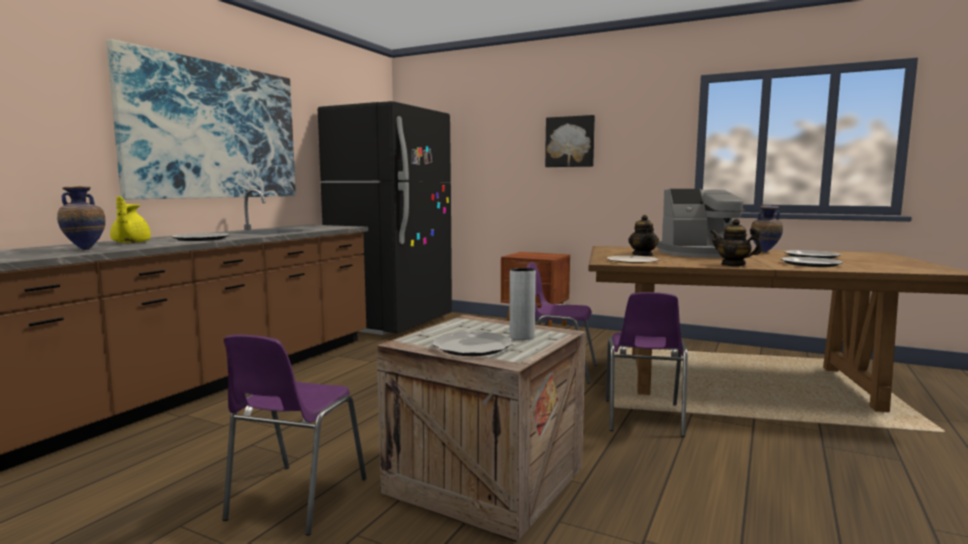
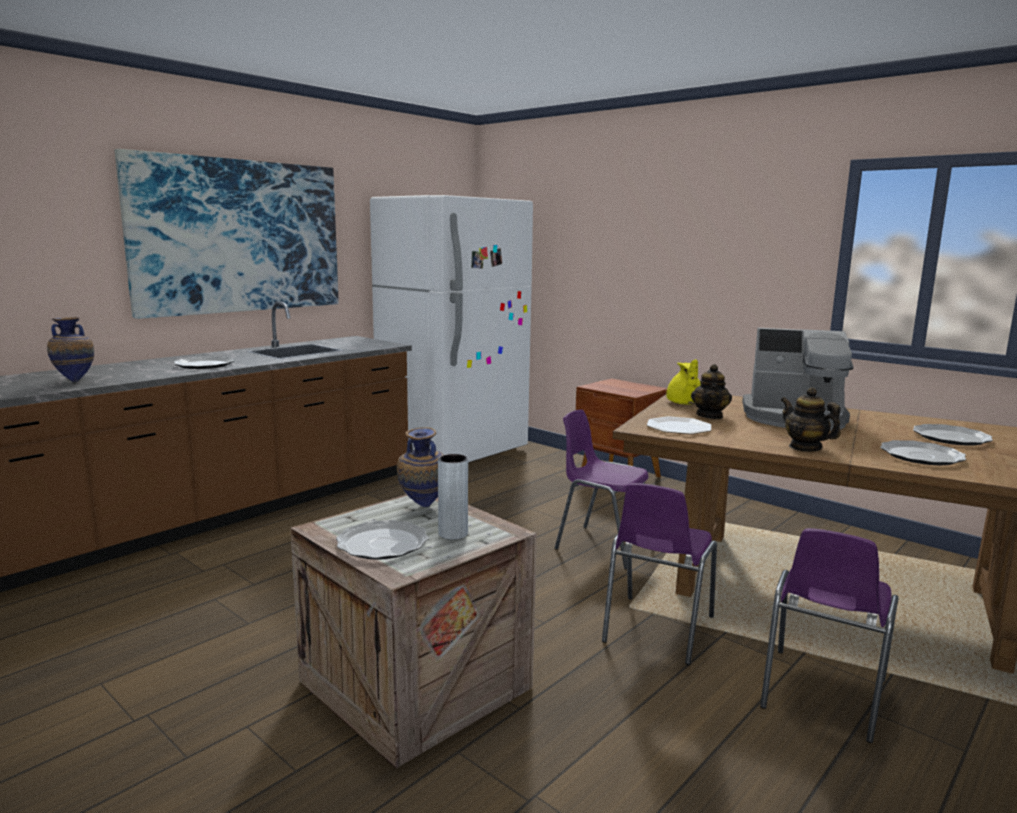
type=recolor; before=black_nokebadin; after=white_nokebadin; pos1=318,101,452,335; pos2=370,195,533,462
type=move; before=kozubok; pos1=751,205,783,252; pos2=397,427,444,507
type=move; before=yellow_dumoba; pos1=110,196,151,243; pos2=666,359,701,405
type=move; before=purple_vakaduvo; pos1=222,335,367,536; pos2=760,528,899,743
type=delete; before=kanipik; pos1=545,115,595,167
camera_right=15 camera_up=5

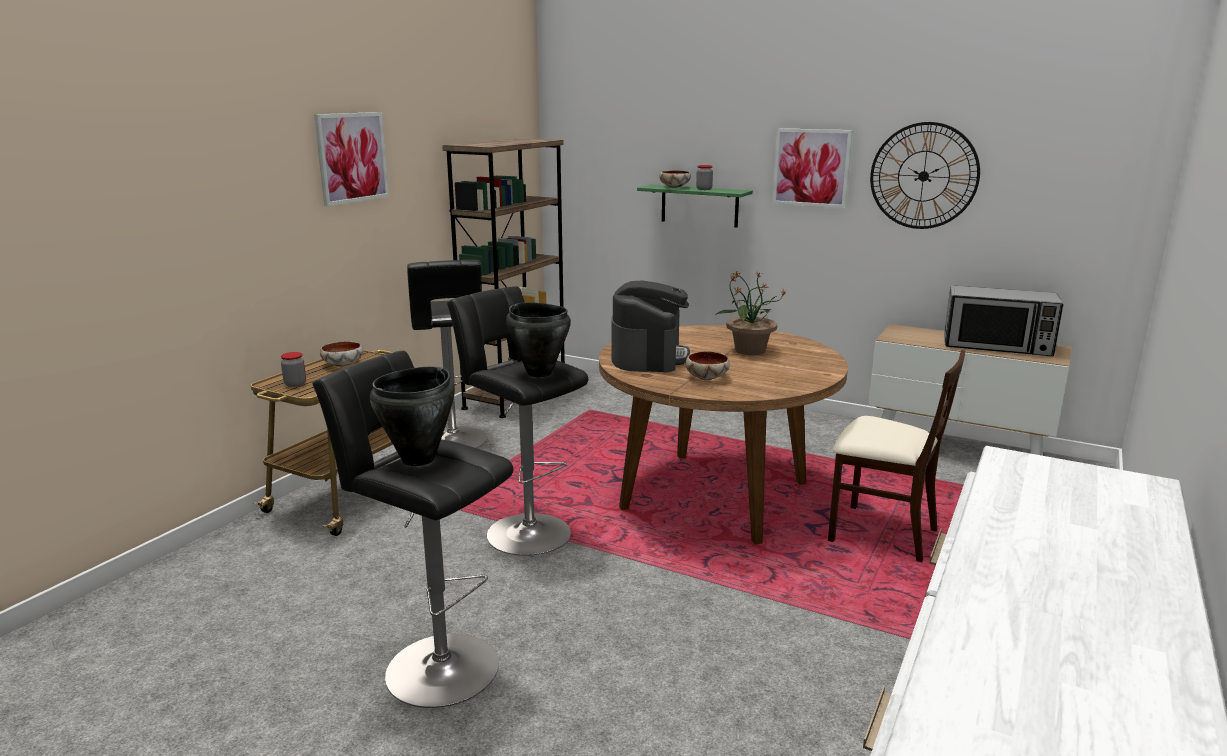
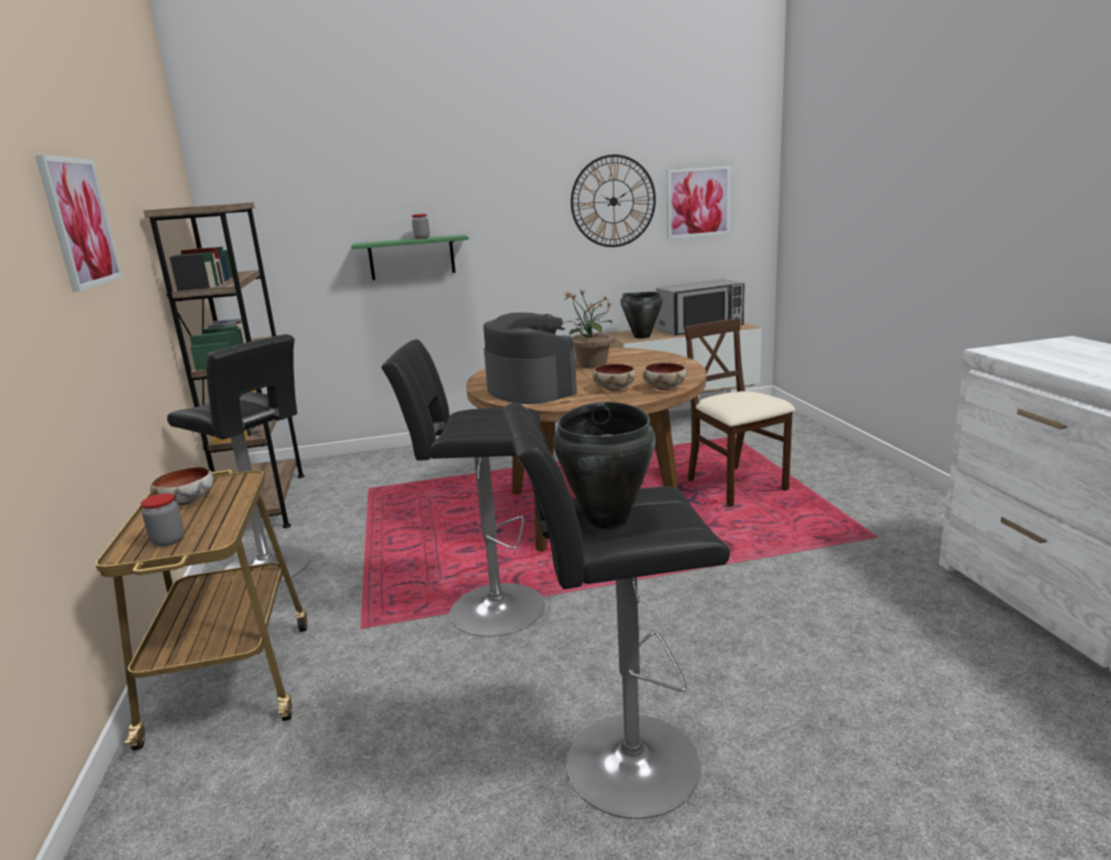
type=move; before=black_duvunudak; pos1=506,302,571,377; pos2=621,292,663,339
type=move; before=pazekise; pos1=659,170,691,188; pos2=642,363,687,390
type=move; before=kanipik; pos1=772,128,853,208; pos2=667,166,730,239
type=rotate; before=beige_vakaduvo; pos1=828,350,965,562; pos2=684,318,795,507; turn=-105
camera_right=-40 camera_up=0

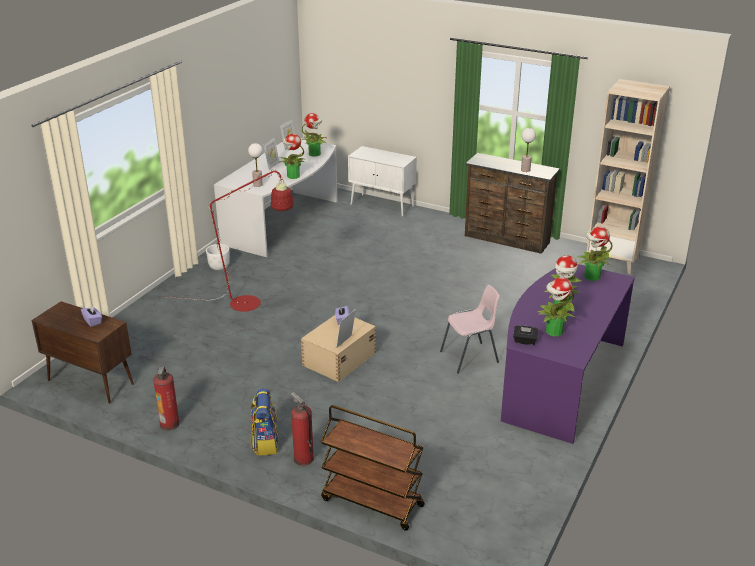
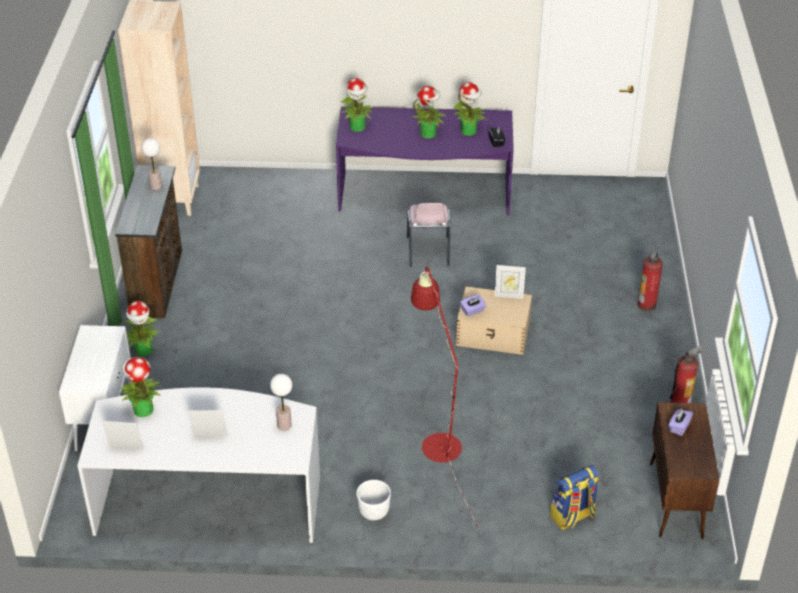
type=move; before=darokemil; pos1=278,134,306,179; pos2=125,301,159,356
type=rotate; before=pink_vakaduvo; pos1=440,285,500,374; pos2=407,203,450,267; turn=-135
type=move; before=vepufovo; pos1=251,388,278,455; pos2=550,465,599,530
type=delete; before=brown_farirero; pos1=321,405,425,531
camera_right=-115 camera_up=10

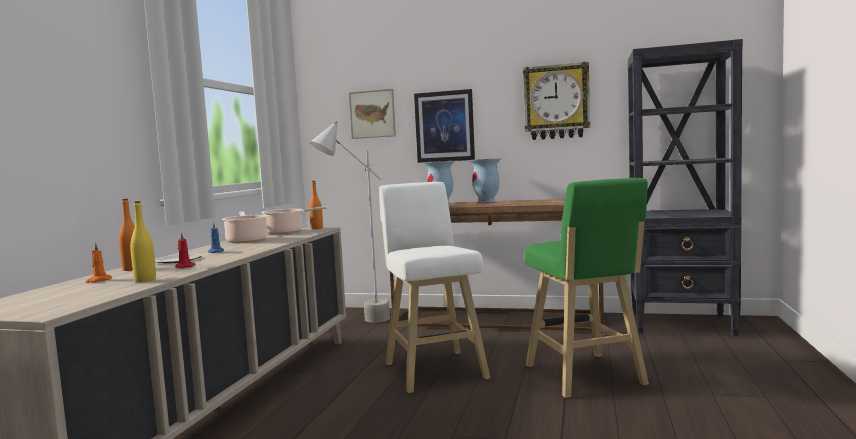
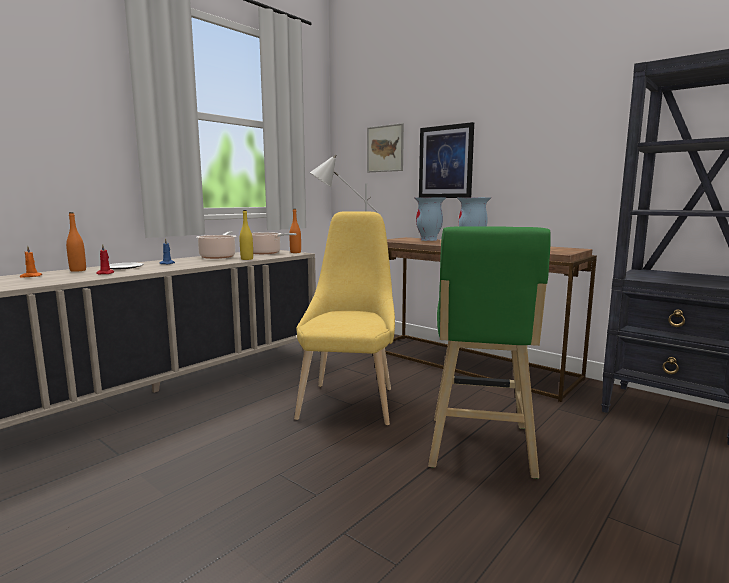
type=move; before=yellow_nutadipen; pos1=130,201,156,282; pos2=240,210,253,260
type=replace; before=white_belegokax; after=yellow_vakaduvo; pos1=379,182,490,393; pos2=294,211,395,425
type=delete; before=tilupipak; pos1=523,62,590,140
camera_right=25 camera_up=5

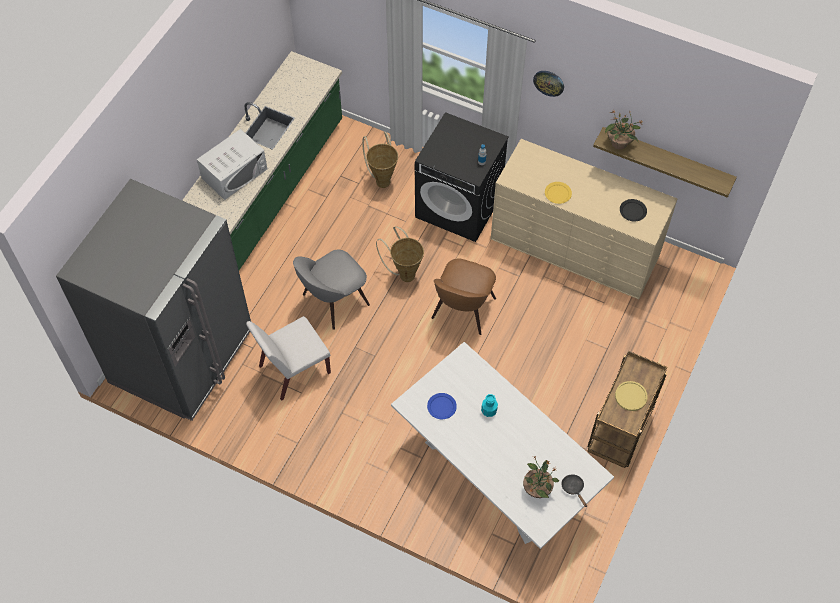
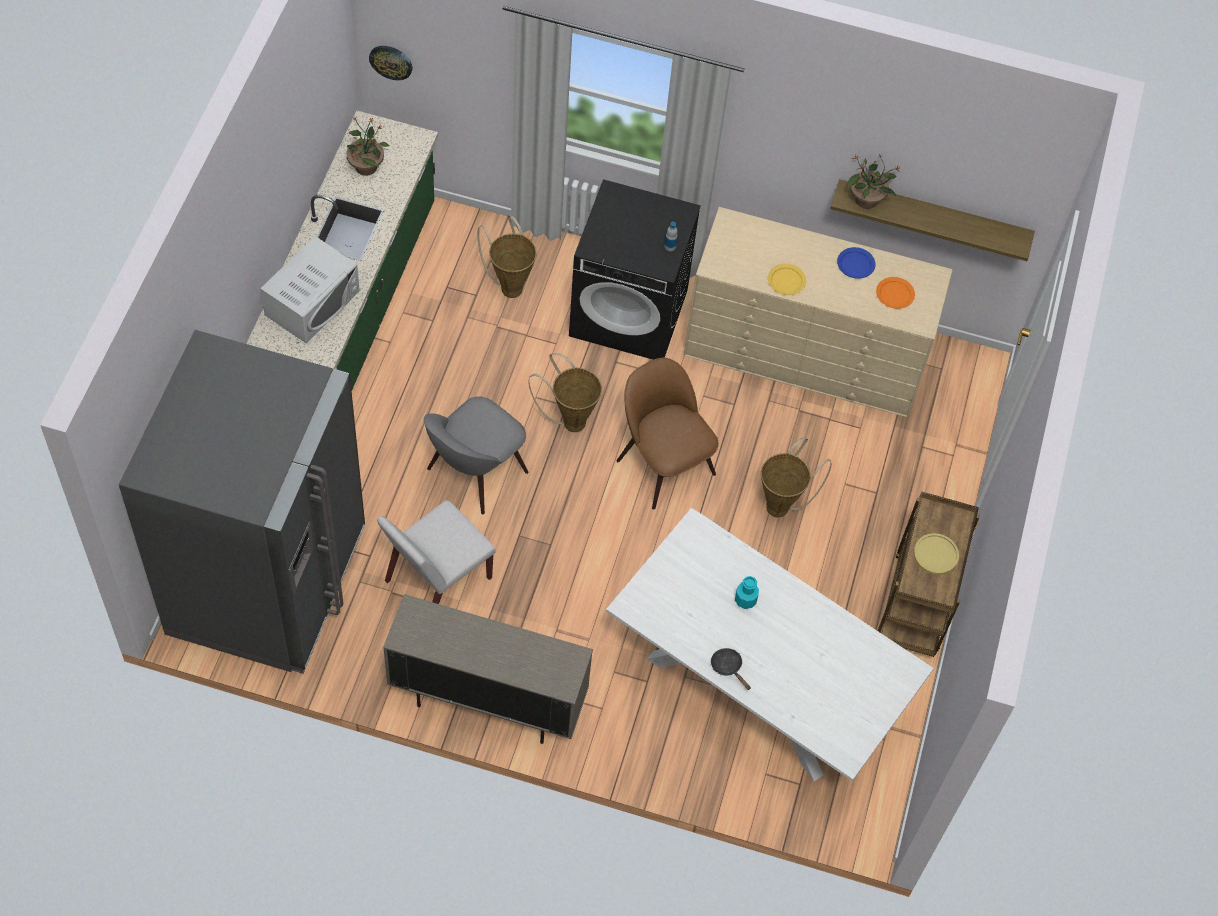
type=move; before=darokemil; pos1=523,456,559,498; pos2=346,117,389,176
type=move; before=tilupipak; pos1=533,71,564,97; pos2=369,46,412,80
type=insert; after=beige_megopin; pos2=383,594,593,744
type=rotate; before=brown_vakaduvo; pos1=431,259,496,335; pos2=616,358,719,510; turn=135
type=move; before=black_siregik; pos1=561,474,587,507; pos2=711,648,751,690
type=insert; after=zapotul; pos2=761,438,832,517
type=move; before=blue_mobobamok; pos1=427,393,457,419; pos2=837,247,876,279
type=recolor; before=black_mobobamok; after=orange_mobobamok; pos1=620,199,647,222; pos2=876,277,915,309
camera_right=-15 camera_up=0

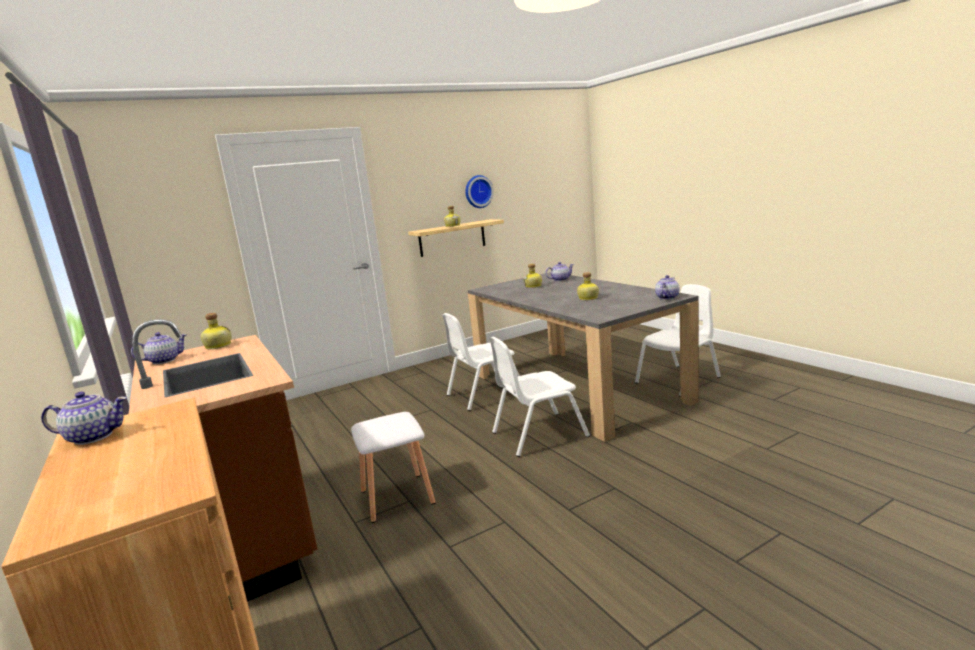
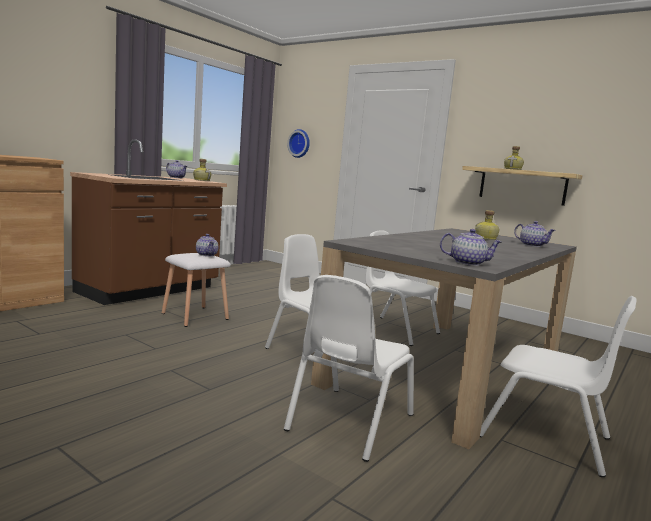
type=move; before=dumoba; pos1=41,392,127,445; pos2=196,234,218,257
type=insert; after=white_vakaduvo; pos2=284,275,414,462
type=move; before=tilupipak; pos1=465,175,494,208; pos2=287,129,310,158
type=delete; before=nutadipen; pos1=577,272,599,300
camera_right=65 camera_up=-5

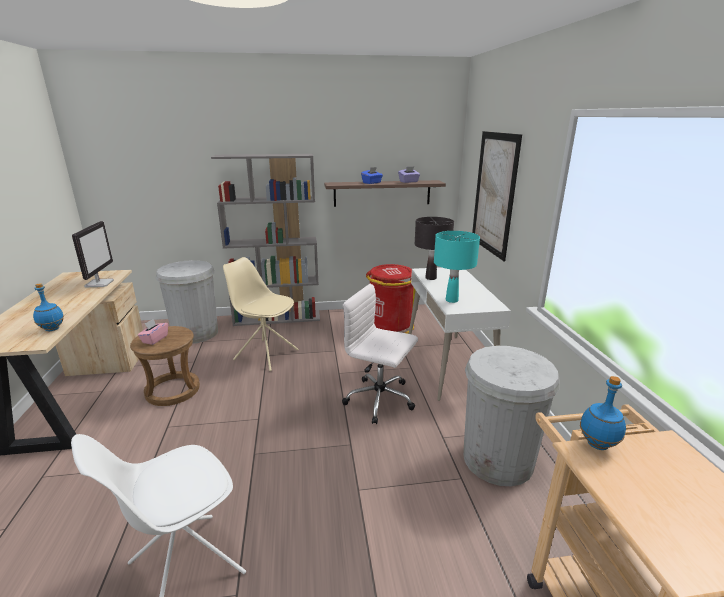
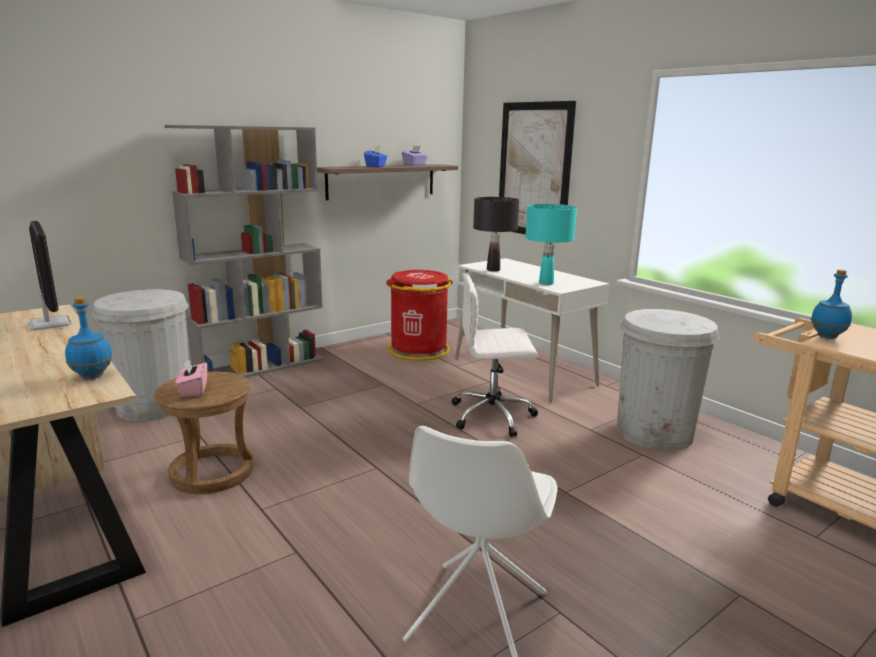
type=delete; before=beige_vakaduvo; pos1=223,257,299,371
camera_right=-30 camera_up=-5

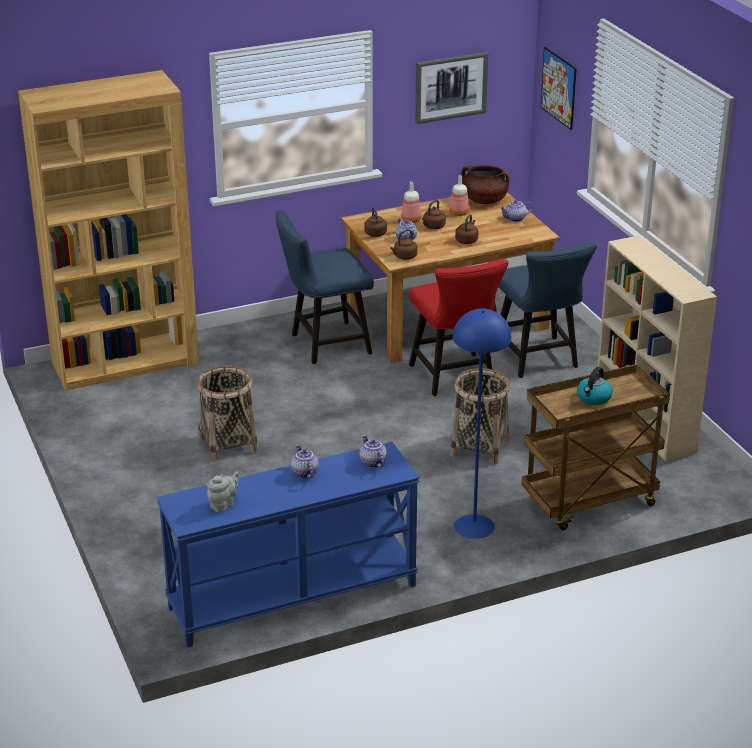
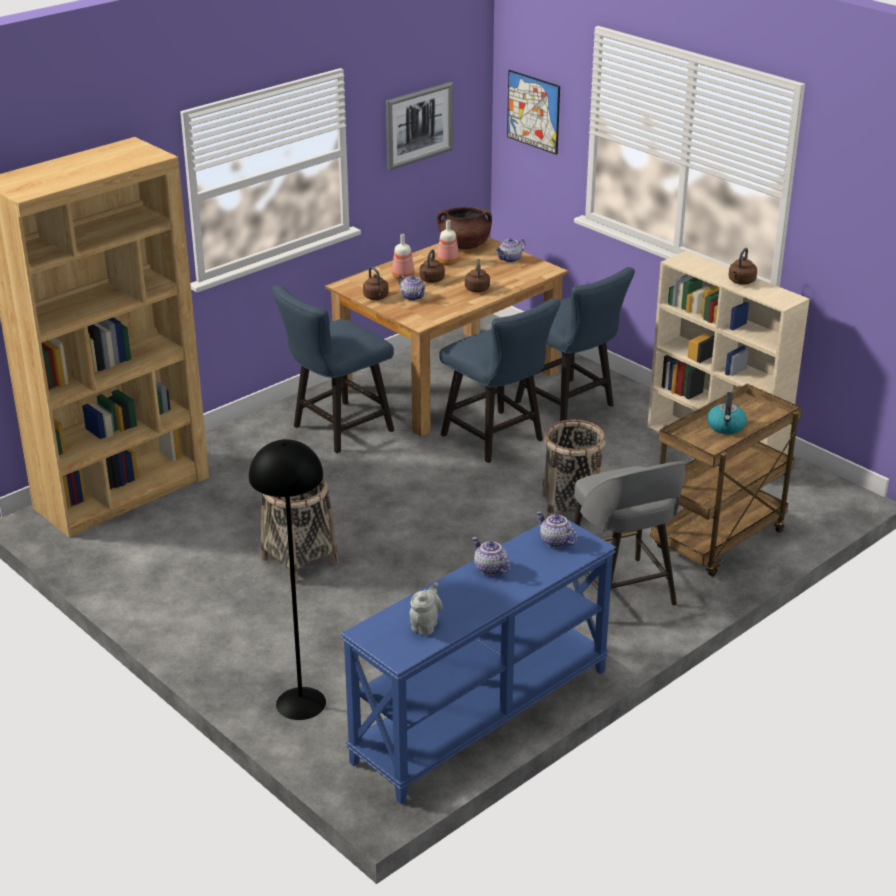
type=insert; after=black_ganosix; pos2=249,439,326,720
type=recolor; before=red_vakaduvo; after=blue_vakaduvo; pos1=409,259,508,396; pos2=439,298,561,463
type=replace; before=blue_ganosix; after=grey_belegokax; pos1=453,309,511,539; pos2=574,461,686,606
type=move; before=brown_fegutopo; pos1=390,229,417,260; pos2=728,248,757,285
camera_right=-20 camera_up=0

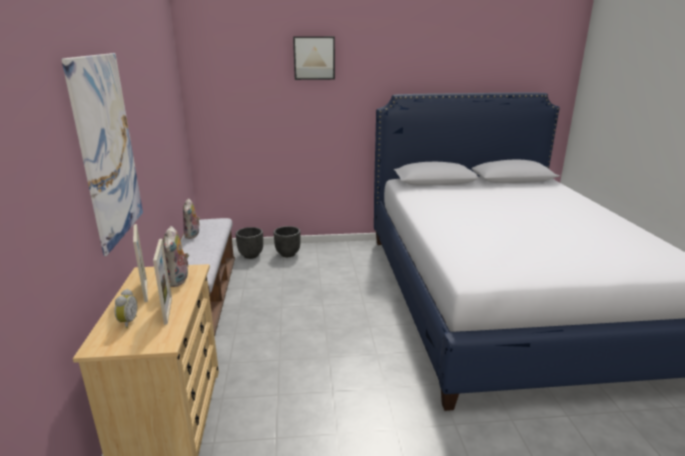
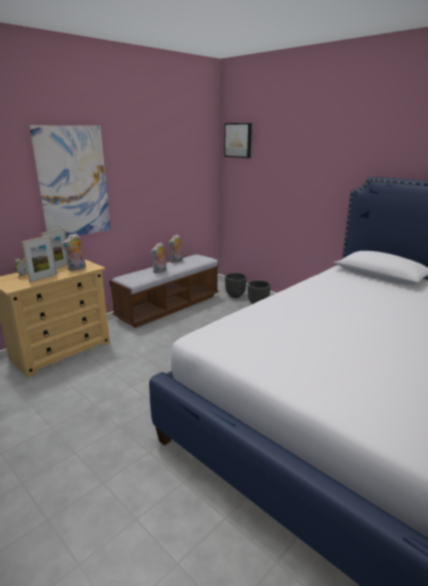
type=insert; after=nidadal; pos2=151,242,167,273
type=move; before=kanipik; pos1=293,36,335,80; pos2=224,123,252,158
camera_right=50 camera_up=0

